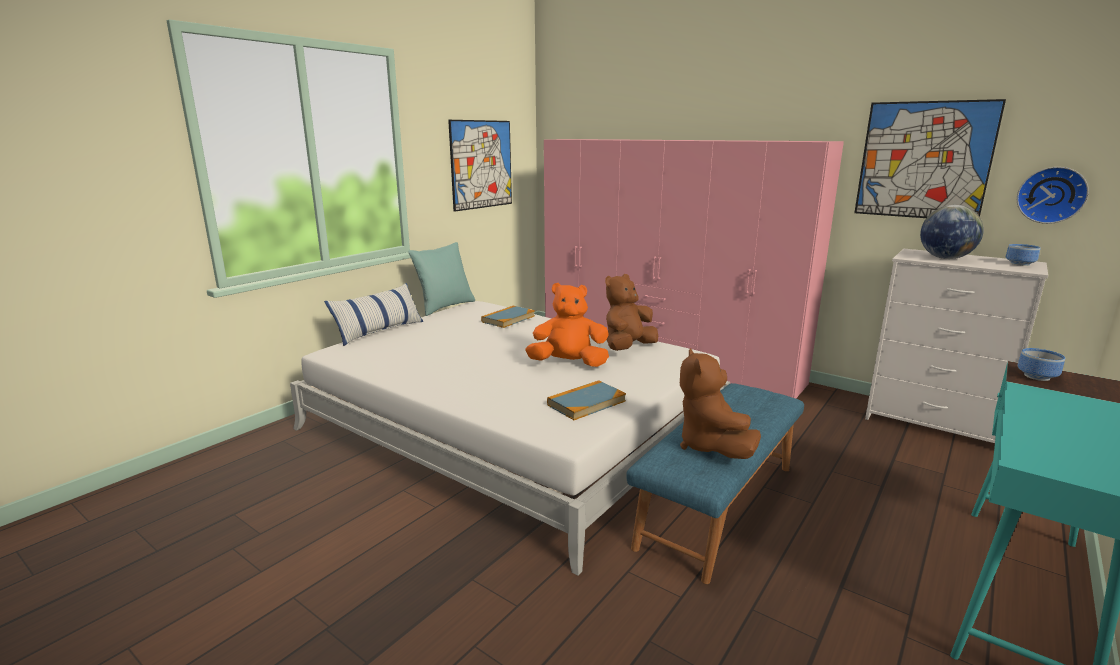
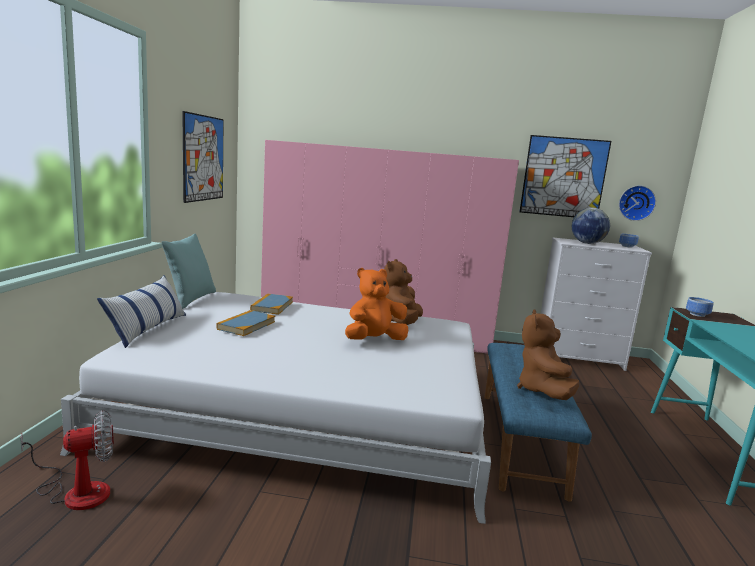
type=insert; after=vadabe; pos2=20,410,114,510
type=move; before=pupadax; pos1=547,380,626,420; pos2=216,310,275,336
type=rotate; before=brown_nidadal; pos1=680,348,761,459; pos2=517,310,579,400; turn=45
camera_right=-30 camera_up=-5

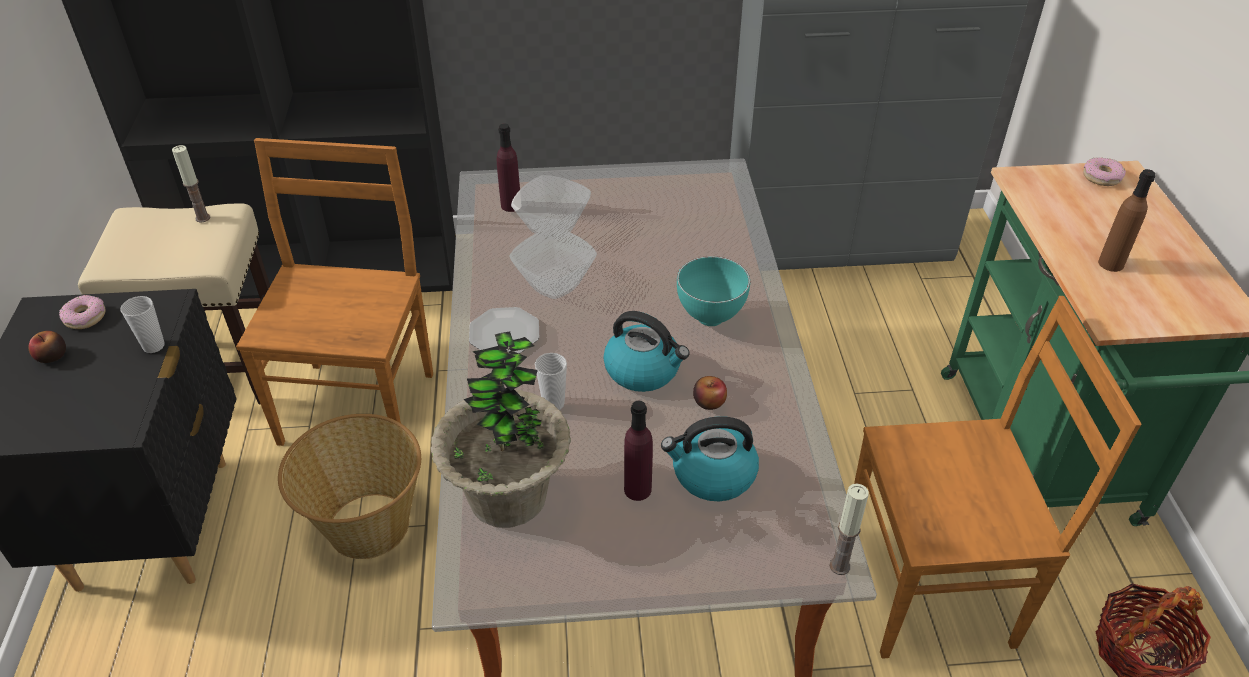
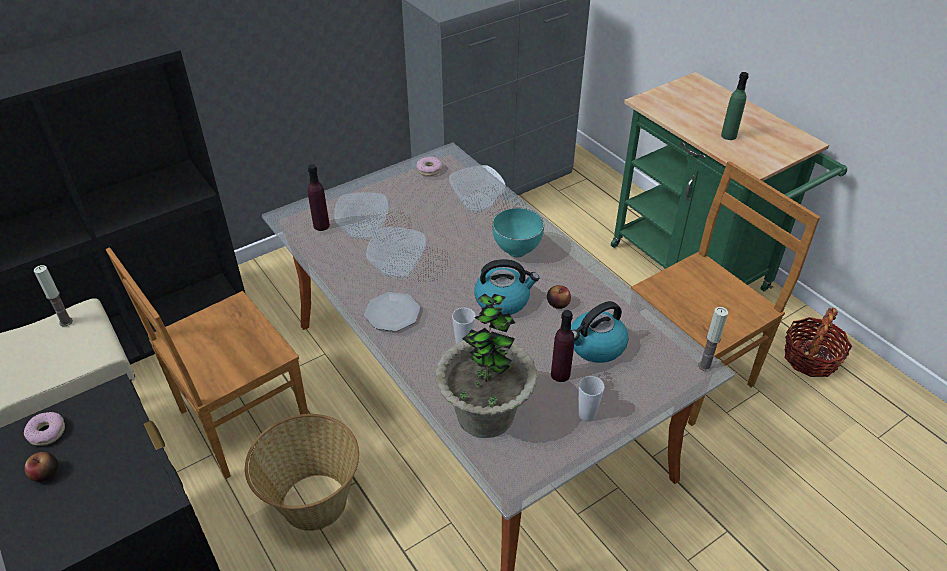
type=rotate; before=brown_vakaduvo; pos1=236,138,433,446; pos2=106,247,308,479; turn=-105
type=move; before=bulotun; pos1=1083,157,1126,186; pos2=416,156,442,176
type=insert; after=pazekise; pos2=449,165,506,212
type=move; before=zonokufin; pos1=120,296,165,353; pos2=578,376,605,422
type=recolor; before=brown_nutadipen; after=green_nutadipen; pos1=1098,169,1155,272; pos2=721,72,749,140
camera_right=-30 camera_up=0

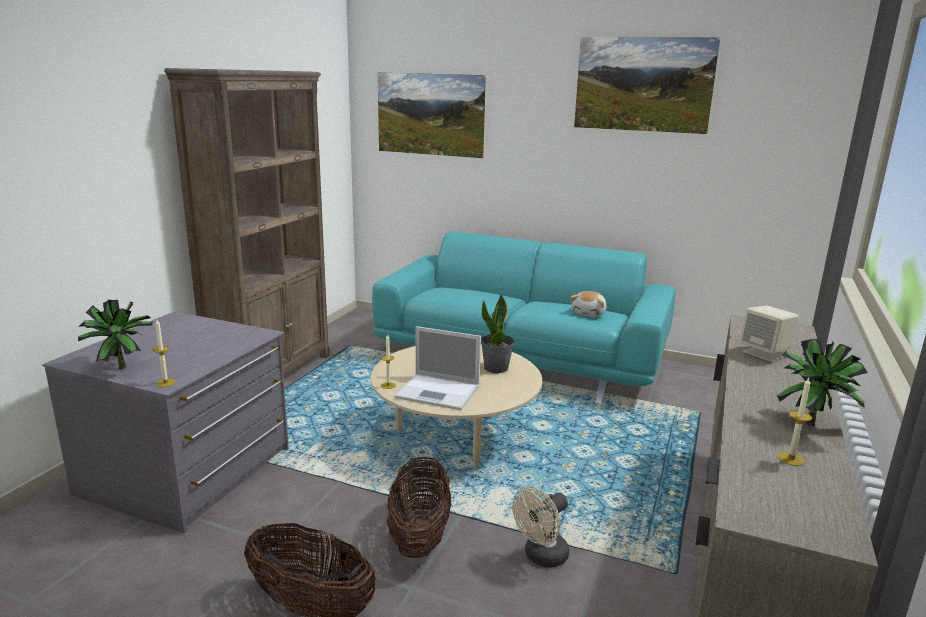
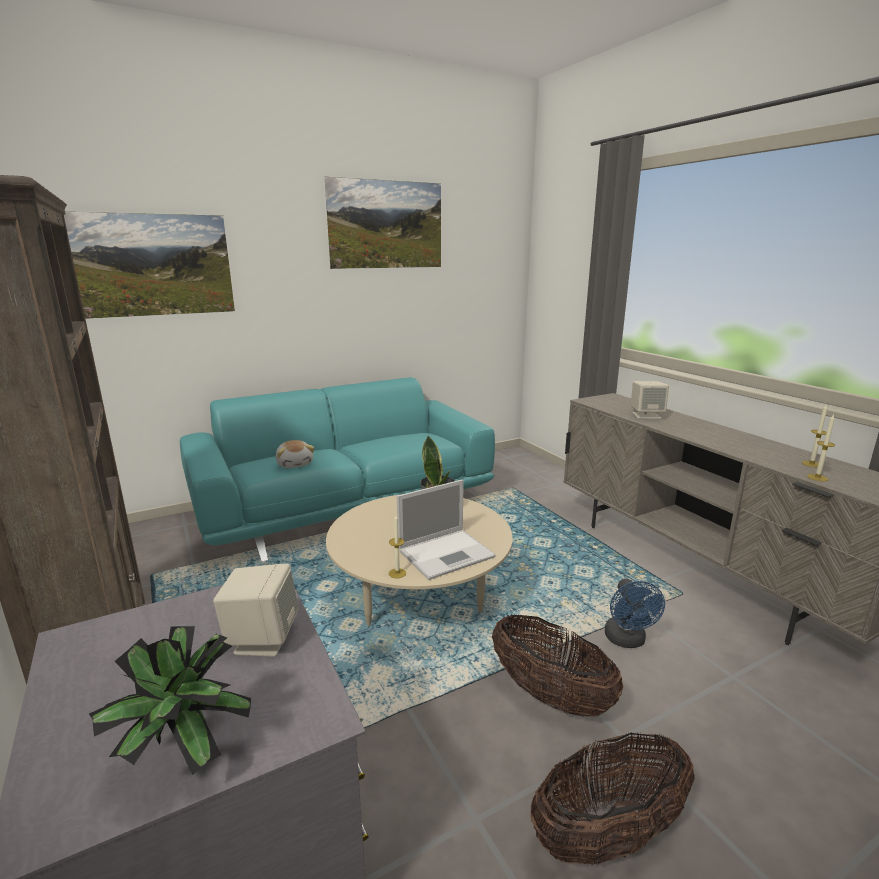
type=insert; after=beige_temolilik; pos2=213,564,299,657
type=move; before=nidadal; pos1=570,291,607,317; pos2=276,440,314,468
type=recolor; before=beige_vadabe; after=blue_vadabe; pos1=512,486,569,568; pos2=605,579,665,648
type=move; before=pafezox; pos1=152,320,176,387; pos2=807,414,835,481
type=delete; before=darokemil; pos1=777,339,868,426
camera_right=-50 camera_up=0

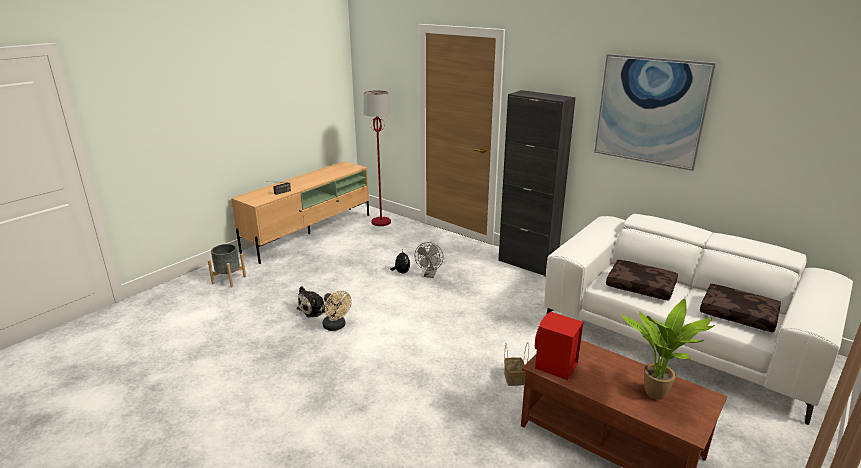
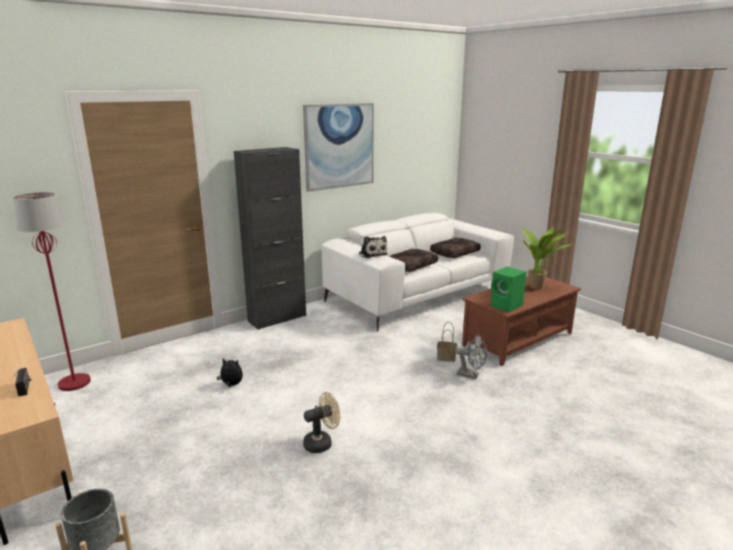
type=move; before=nidadal; pos1=297,286,329,317; pos2=359,236,387,258
type=move; before=grey_vadabe; pos1=415,242,443,278; pos2=455,335,487,379
type=recolor; before=red_temolilik; after=green_temolilik; pos1=535,312,583,380; pos2=490,266,527,312
camera_right=-75 camera_up=-5

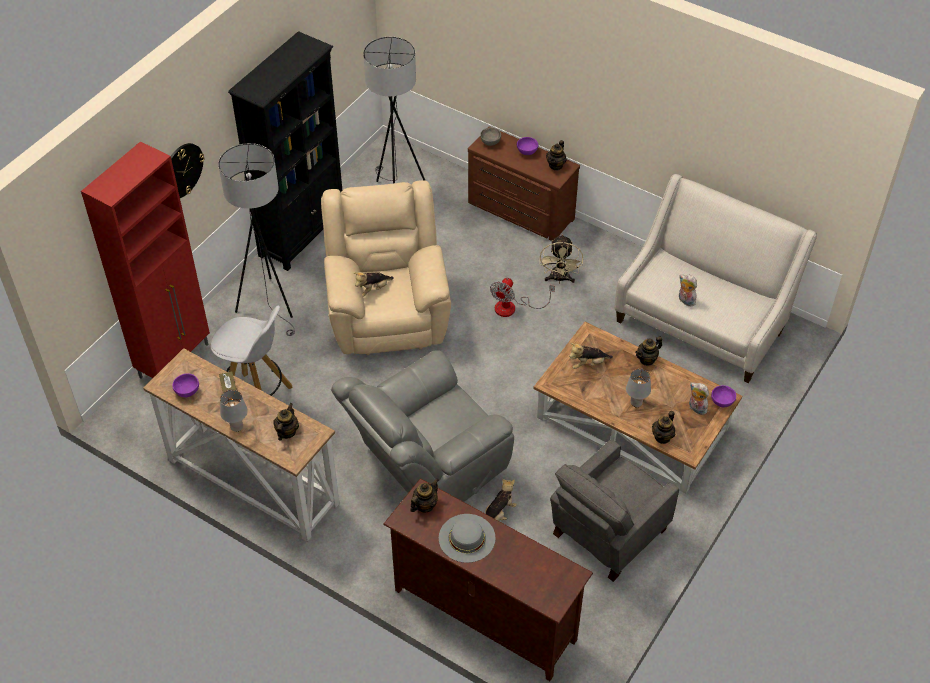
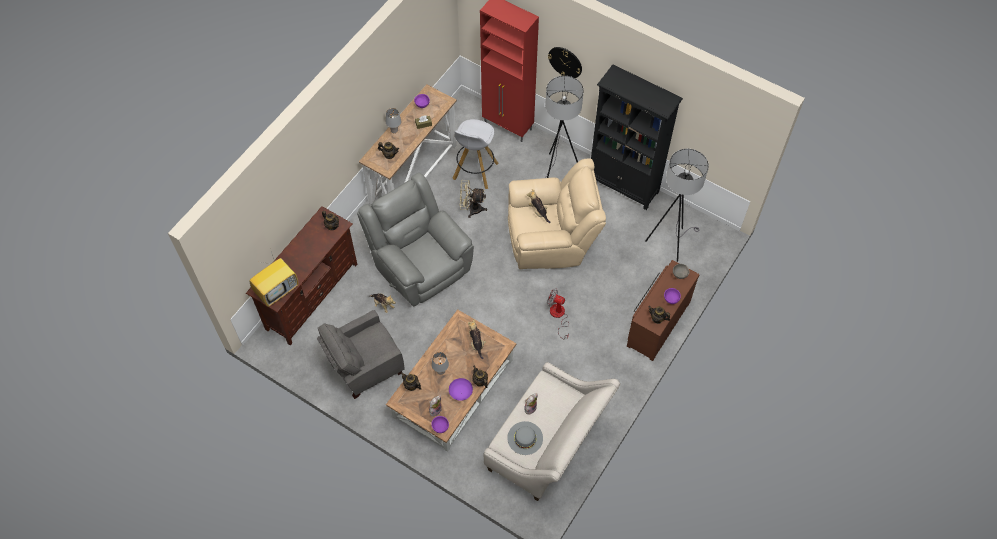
type=insert; after=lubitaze; pos2=249,252,299,307
type=rotate; before=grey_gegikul; pos1=550,439,679,582; pos2=317,310,405,399; turn=-75
type=insert; after=purple_pazekise; pos2=449,378,473,401
type=move; before=beige_vadabe; pos1=540,234,583,284; pos2=460,181,487,218
type=move; before=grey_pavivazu; pos1=439,514,496,563; pos2=507,421,543,455
camera_right=90 camera_up=10

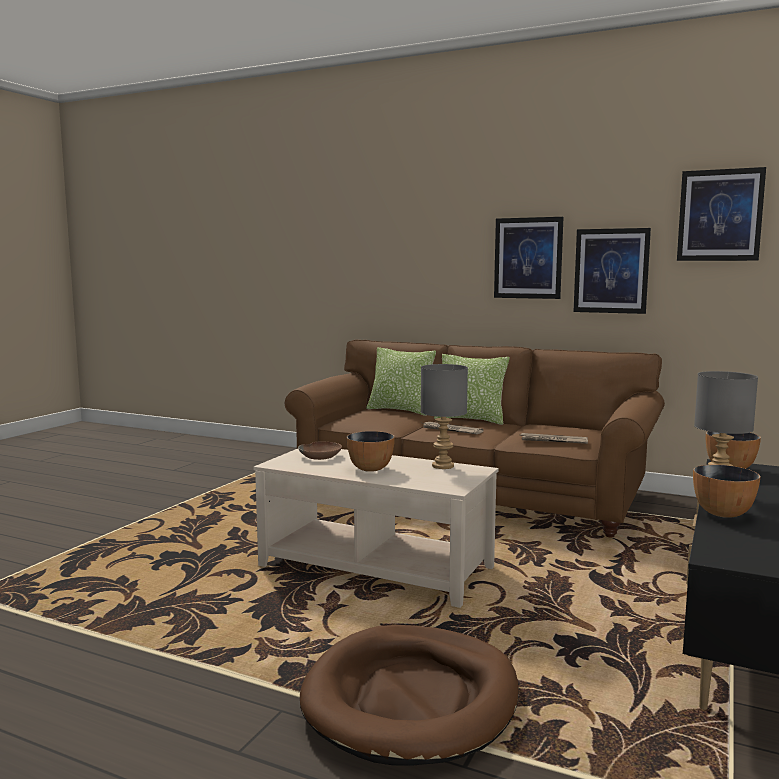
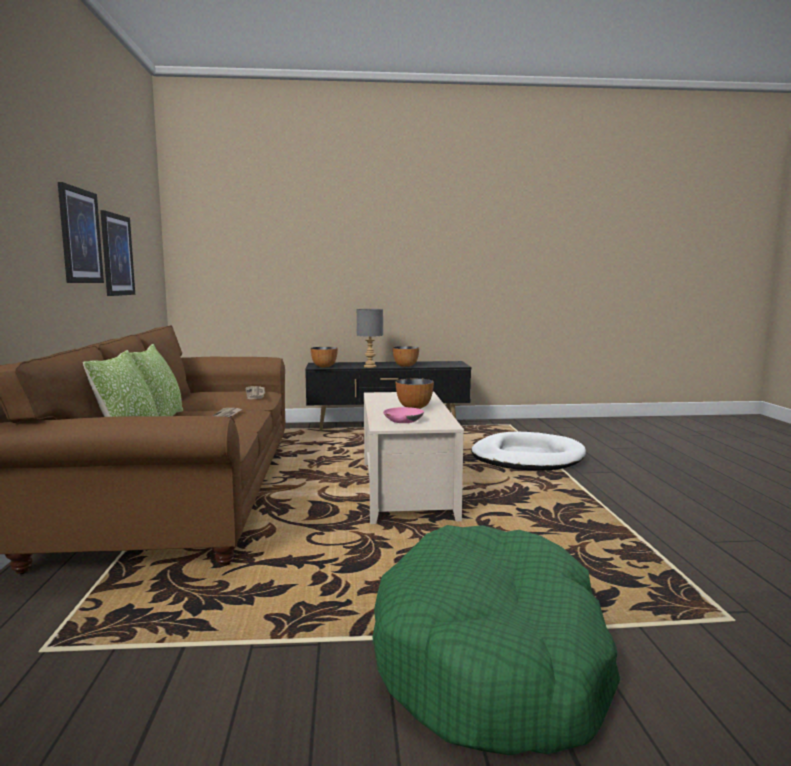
type=insert; after=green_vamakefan; pos2=372,525,620,755
type=recolor; before=brown_pazekise; after=pink_pazekise; pos1=298,442,342,460; pos2=383,407,424,423
type=recolor; before=brown_vamakefan; after=white_vamakefan; pos1=300,625,519,766; pos2=471,431,586,470
type=delete; before=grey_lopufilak; pos1=421,364,468,469
type=delete; before=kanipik; pos1=677,167,766,261
camera_right=-120 camera_up=0

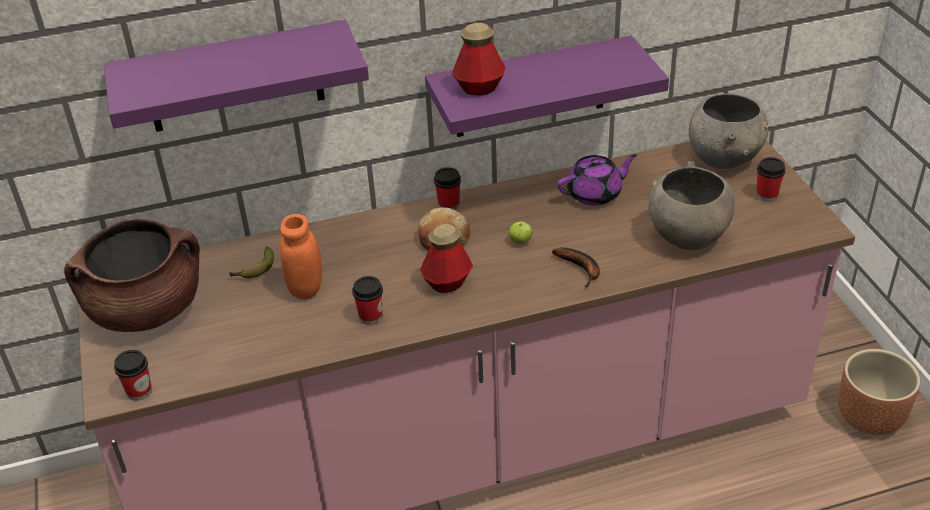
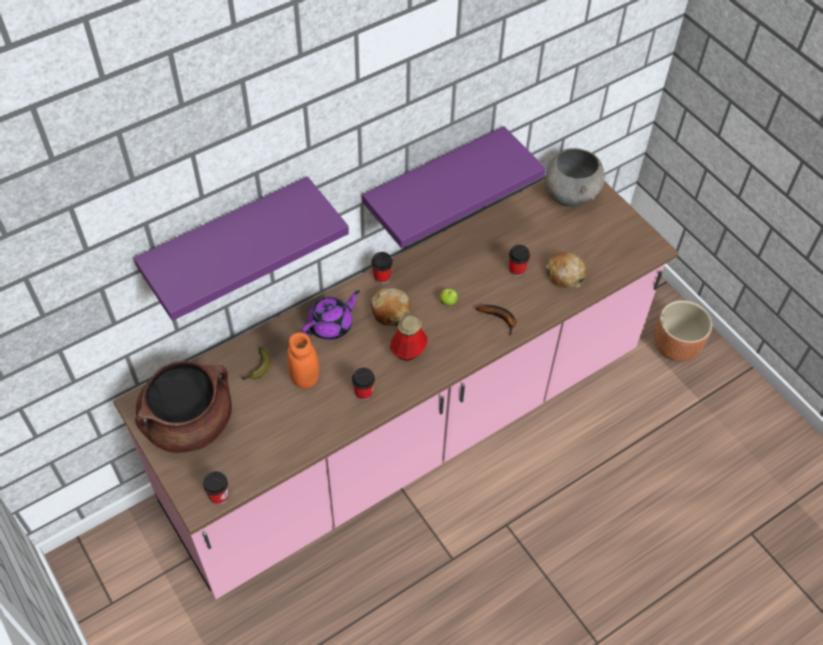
type=move; before=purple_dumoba; pos1=557,154,637,206; pos2=302,290,360,340
type=move; before=zonokufin; pos1=756,157,786,202; pos2=509,245,530,277
type=replace; before=grey_pazekise; after=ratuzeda; pos1=649,161,735,250; pos2=546,252,587,289
type=delete; before=nutadipen; pos1=452,23,506,95
camera_right=-20 camera_up=15

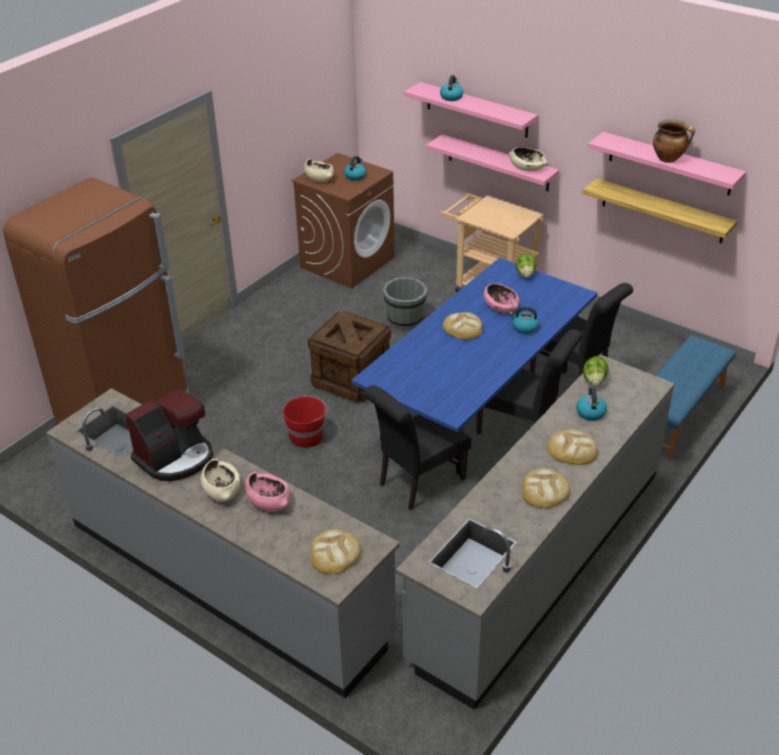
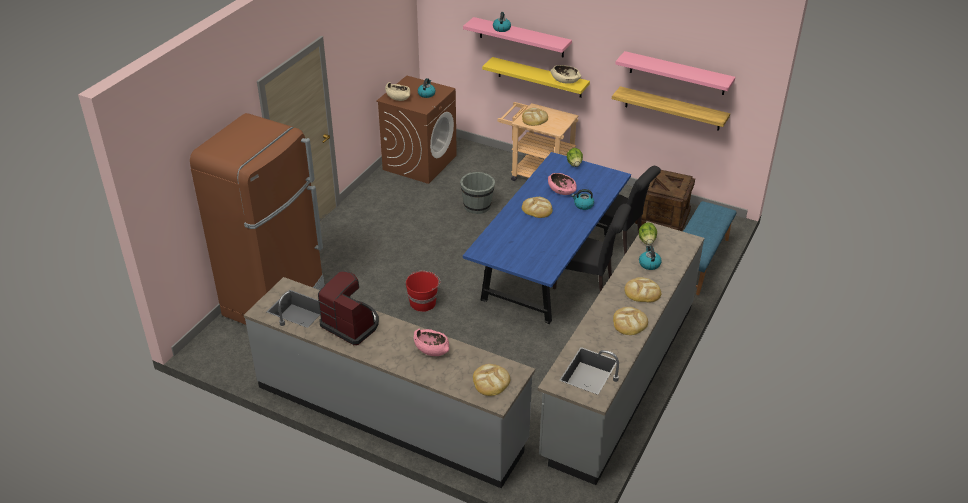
type=rotate; before=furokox; pos1=125,389,213,481; pos2=318,271,379,345; turn=-90
type=recolor; before=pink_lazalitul; after=yellow_lazalitul; pos1=426,134,559,191; pos2=482,57,590,98
type=insert; after=ratuzeda; pos2=522,108,548,126
type=move; before=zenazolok; pos1=308,311,391,403; pos2=635,170,695,231
type=delete; before=beige_pazekise; pos1=201,459,240,502
type=delete; before=black_vakaduvo; pos1=364,385,472,511
type=delete; before=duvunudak; pos1=653,119,695,163
camera_right=-10 camera_up=0

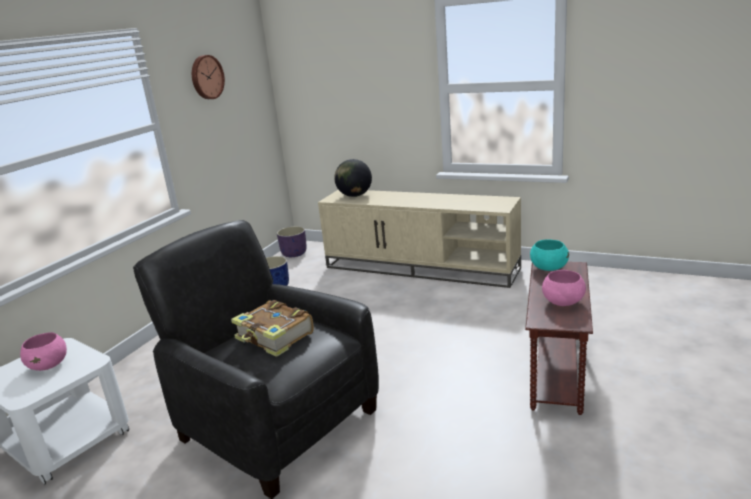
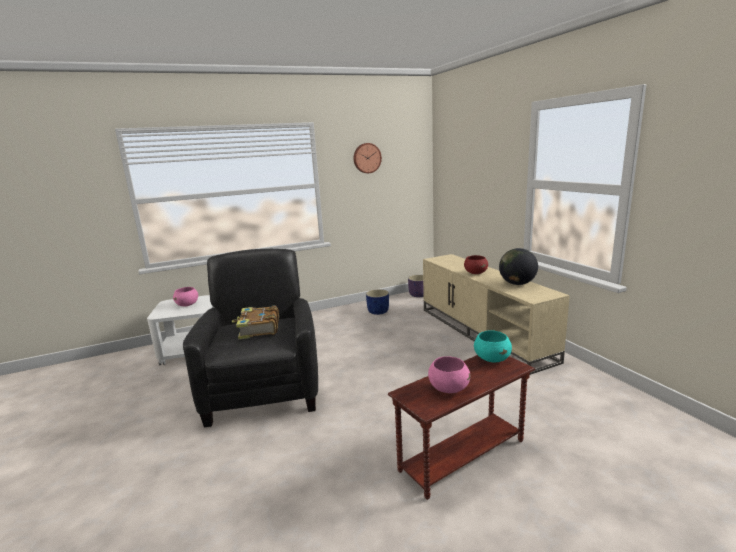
type=insert; after=red_pazekise; pos2=464,255,488,274
type=move; before=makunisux; pos1=334,159,372,197; pos2=499,248,538,285
camera_right=40 camera_up=-5

